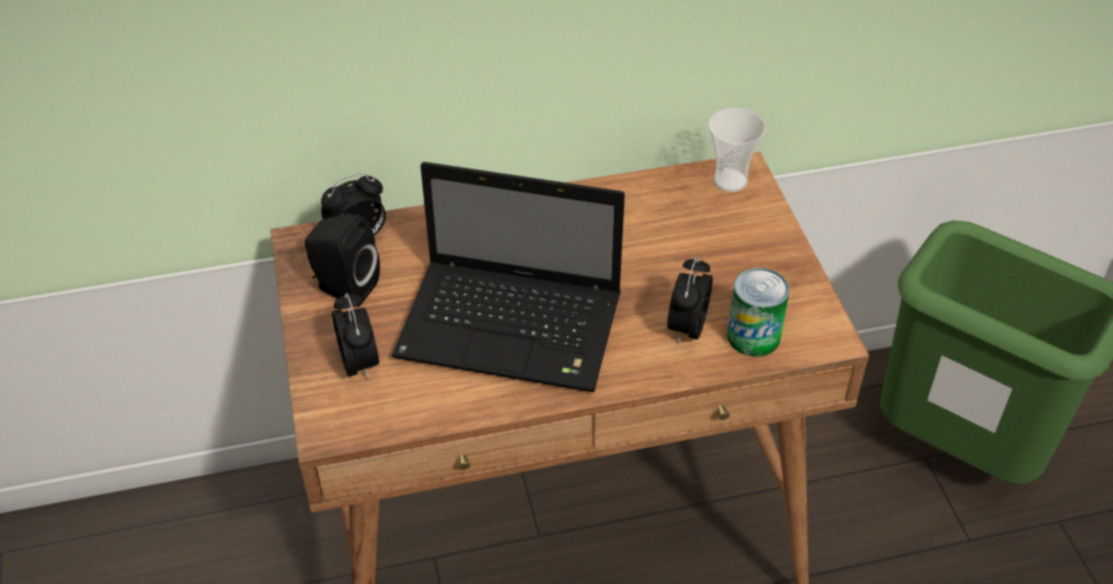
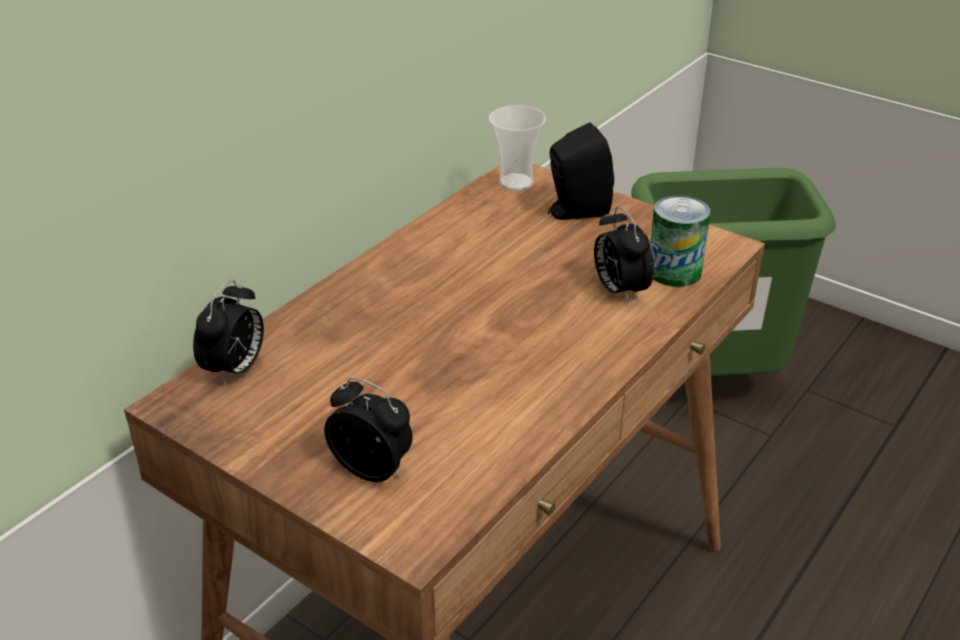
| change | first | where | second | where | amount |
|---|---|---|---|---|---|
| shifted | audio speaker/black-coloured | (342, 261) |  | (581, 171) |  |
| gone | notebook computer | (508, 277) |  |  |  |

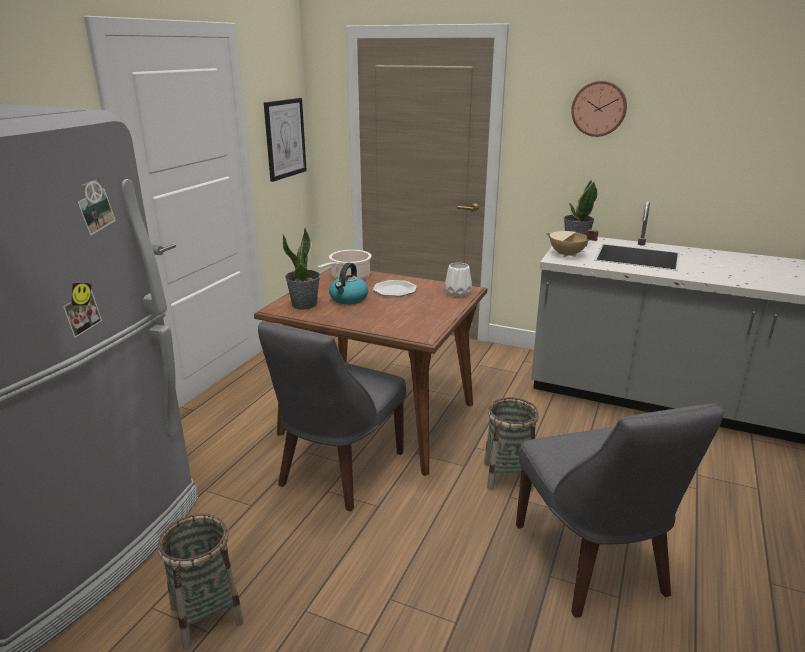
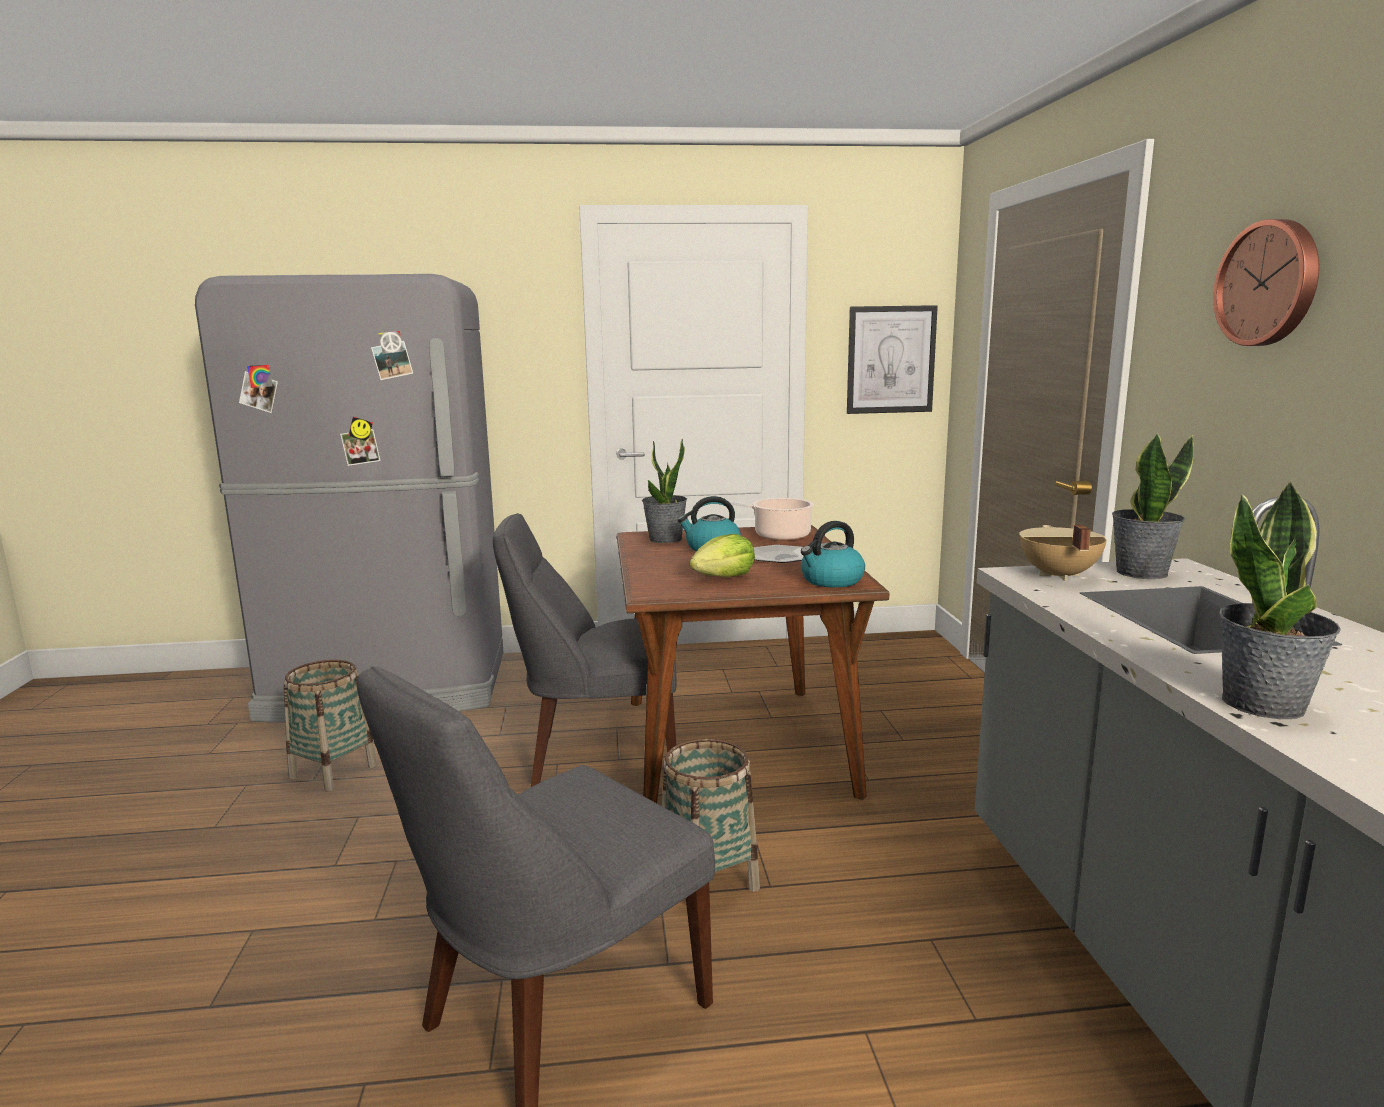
| change | first | where | second | where | amount |
|---|---|---|---|---|---|
| new |  |  | head of lettuce | (722, 555) |  |
| swapped | decorative vase/white-coloured | (458, 280) | kettle | (833, 554) |  |
| new |  |  | plant in a pot | (1280, 599) |  |

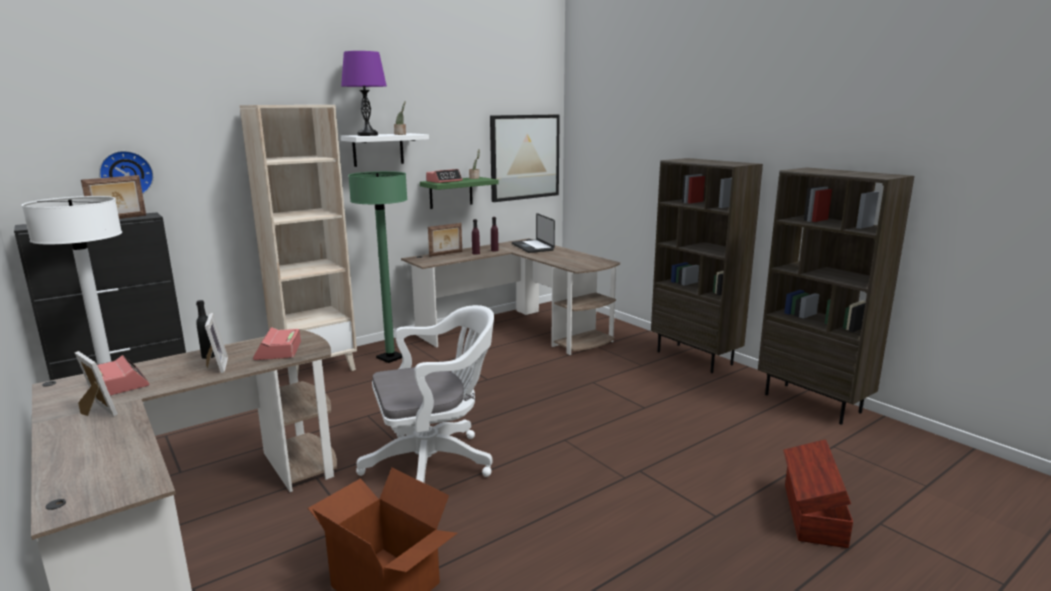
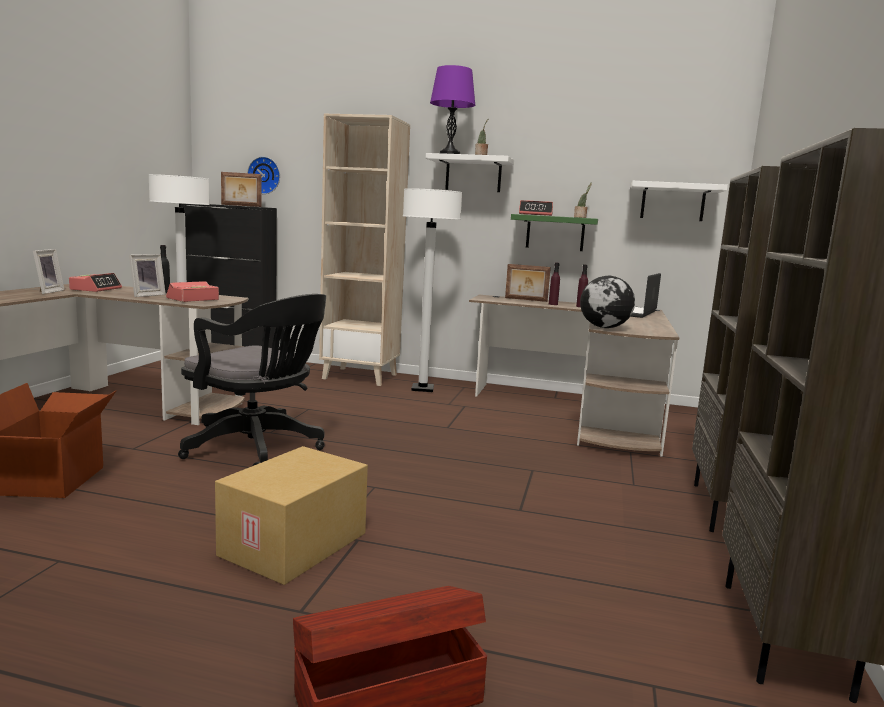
| change | first | where | second | where | amount |
|---|---|---|---|---|---|
| repainted | desk chair/white-coloured | (425, 394) | desk chair/black-coloured | (252, 380) |  |
| new |  |  | cardboard box | (291, 515) |  |
| repainted | standing lamp/green | (378, 267) | standing lamp/white-coloured | (432, 290) |  |
| new |  |  | desk globe | (607, 302) |  |
| swapped | picture | (525, 158) | bracket shelf/white-coloured | (679, 201) |  |

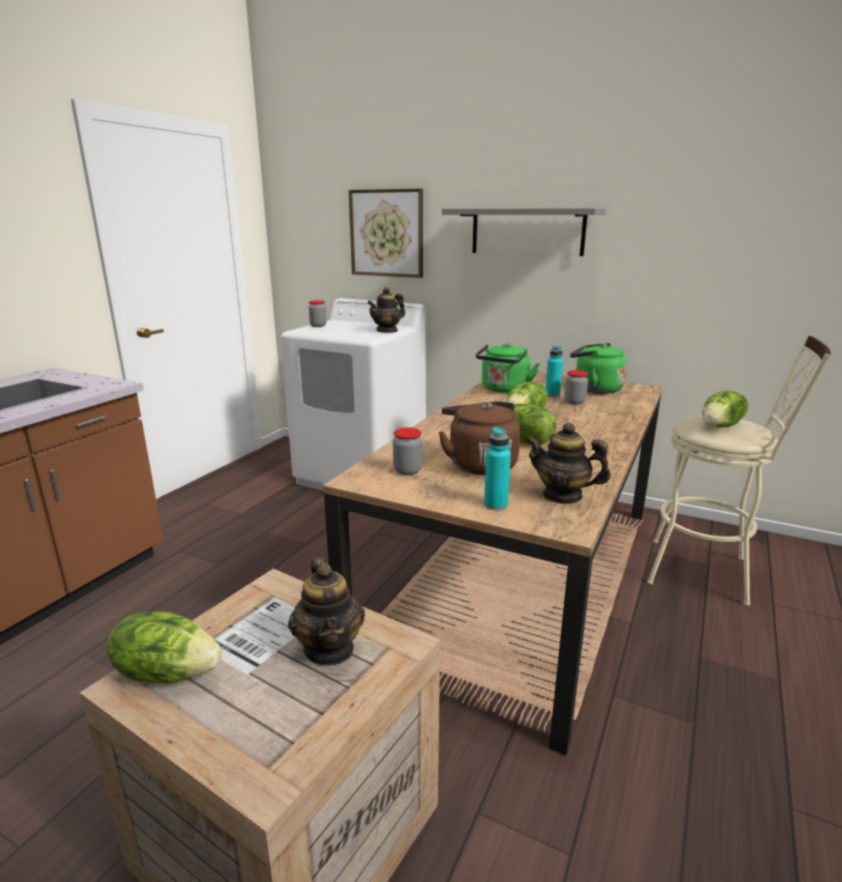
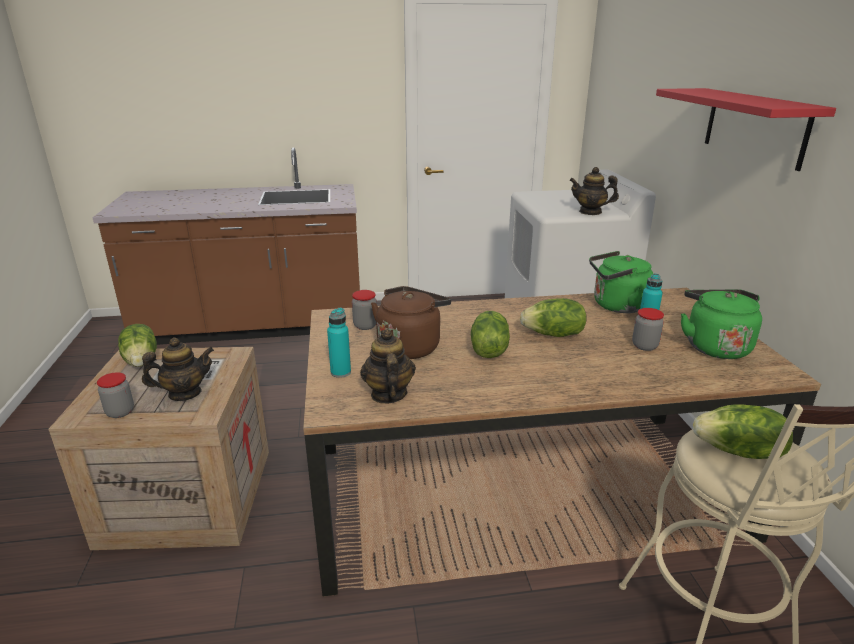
| change | first | where | second | where | amount |
|---|---|---|---|---|---|
| shifted | jar | (317, 313) |  | (115, 395) |  |
| rotated | tea pot | (326, 612) |  | (178, 369) | 150 degrees counterclockwise |
| repainted | bracket shelf/greyish | (523, 232) | bracket shelf/reddish | (746, 129) |  |
| gone | picture | (385, 233) |  |  |  |

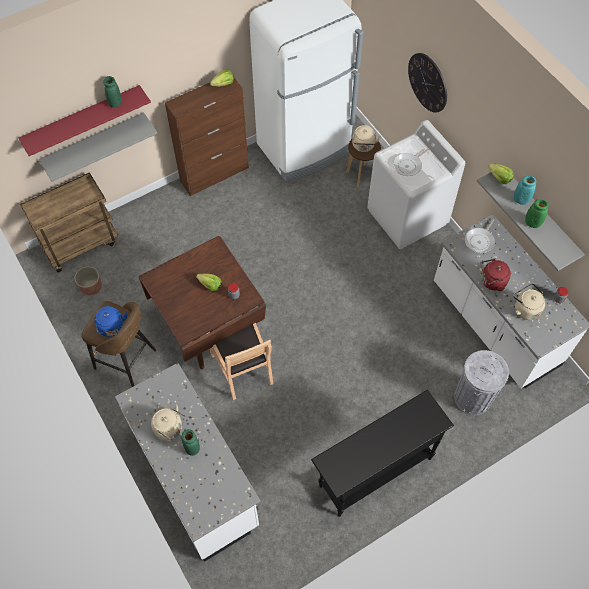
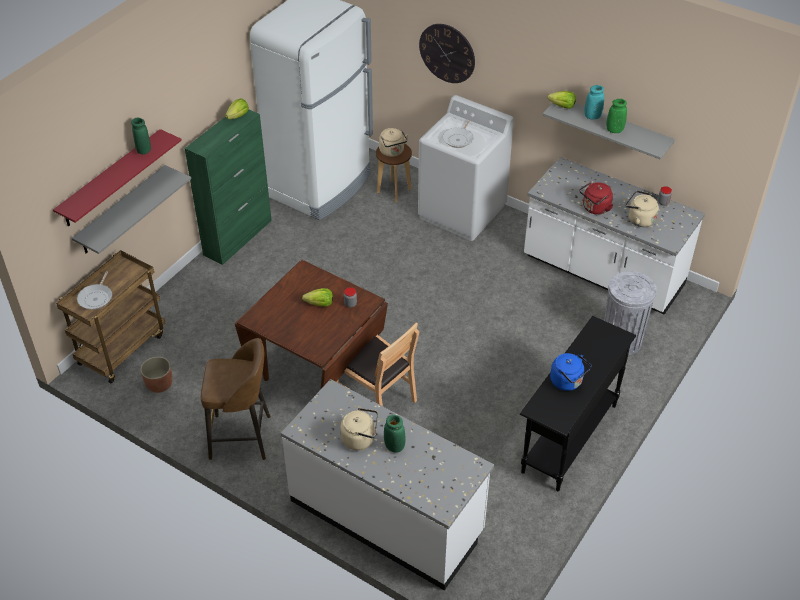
| change | first | where | second | where | amount |
|---|---|---|---|---|---|
| shifted | pan | (480, 235) |  | (94, 291) |  |
| repainted | cabinet/brown | (207, 136) | cabinet/green | (228, 187) |  |
| shifted | kettle/bluish | (110, 321) |  | (571, 372) |  |

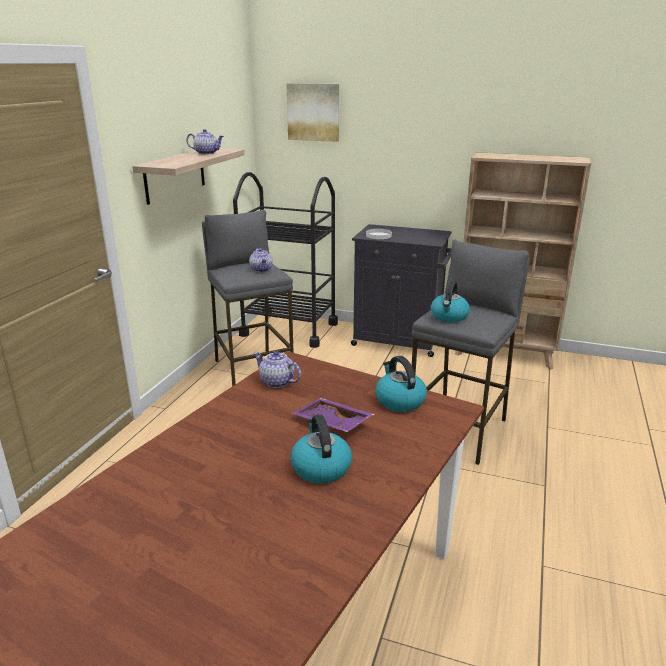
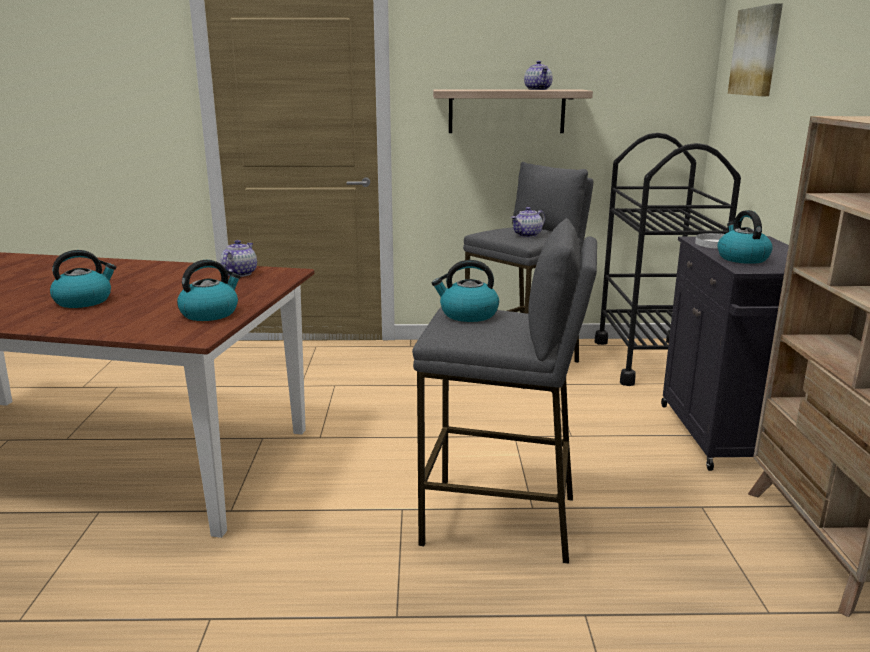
| change | first | where | second | where | amount |
|---|---|---|---|---|---|
| new |  |  | kettle | (745, 237) |  |
| gone | tray/purple | (333, 415) |  |  |  |

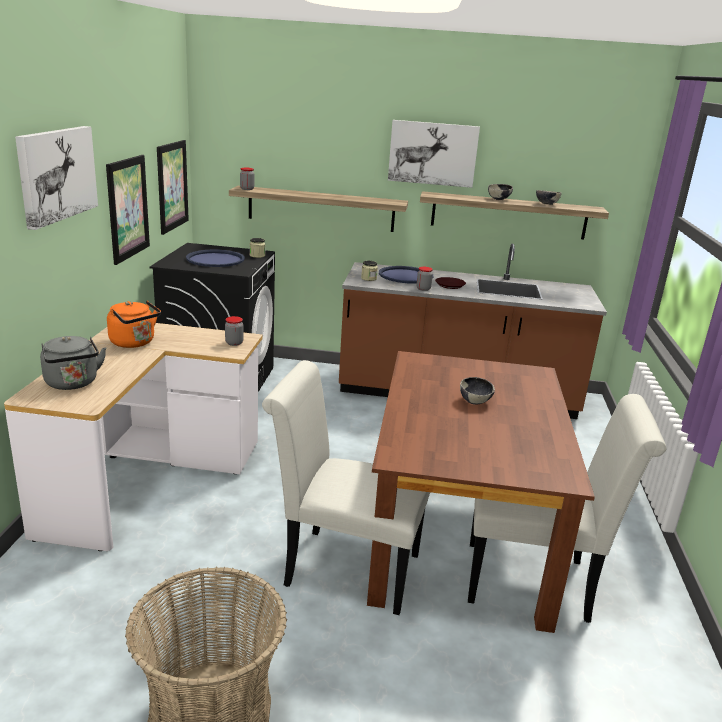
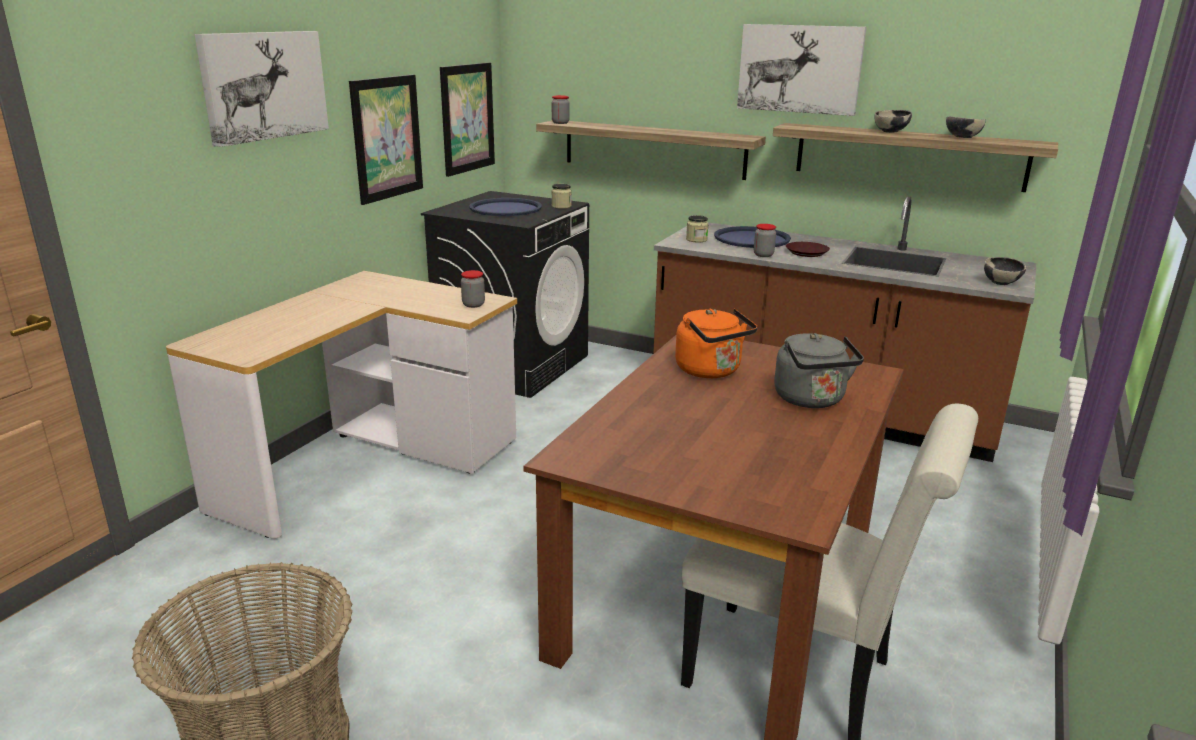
| change | first | where | second | where | amount |
|---|---|---|---|---|---|
| shifted | kettle/orangey | (134, 324) |  | (716, 343) |  |
| shifted | kettle/greyish | (73, 363) |  | (819, 370) |  |
| shifted | bowl | (477, 391) |  | (1005, 271) |  |
| gone | chair/white-coloured | (346, 487) |  |  |  |

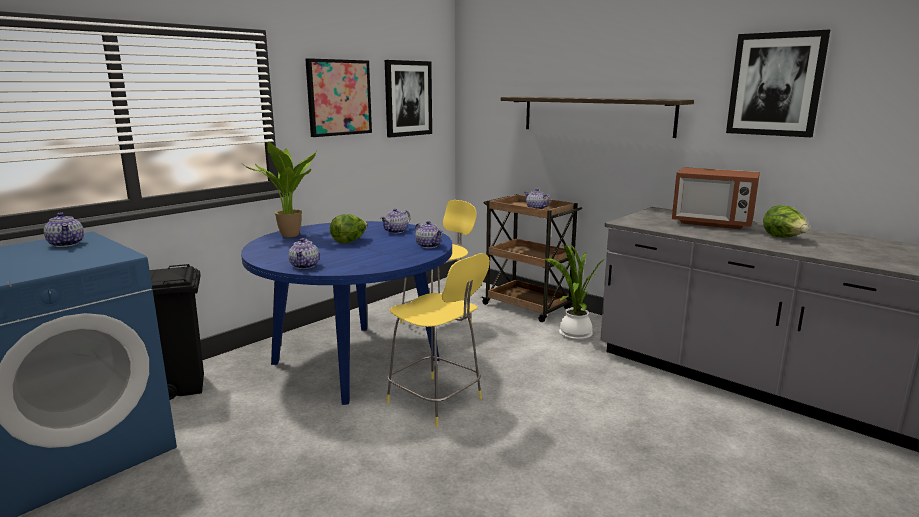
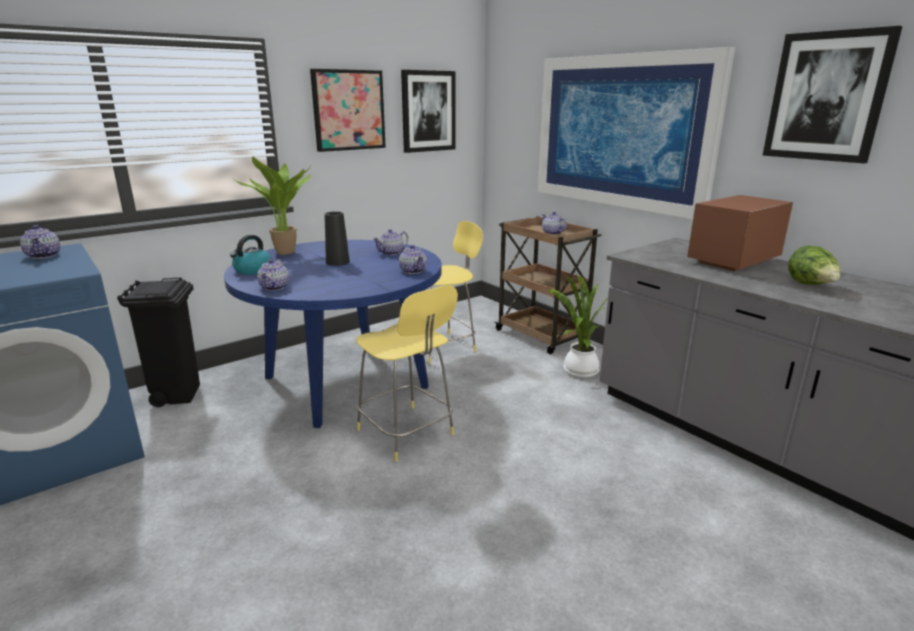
| change | first | where | second | where | amount |
|---|---|---|---|---|---|
| new |  |  | kettle | (251, 255) |  |
| swapped | head of lettuce | (348, 228) | decorative vase/black-coloured | (337, 238) |  |
| swapped | bracket shelf | (597, 117) | picture | (636, 133) |  |
| rotated | microwave | (716, 198) |  | (740, 233) | 105 degrees clockwise |

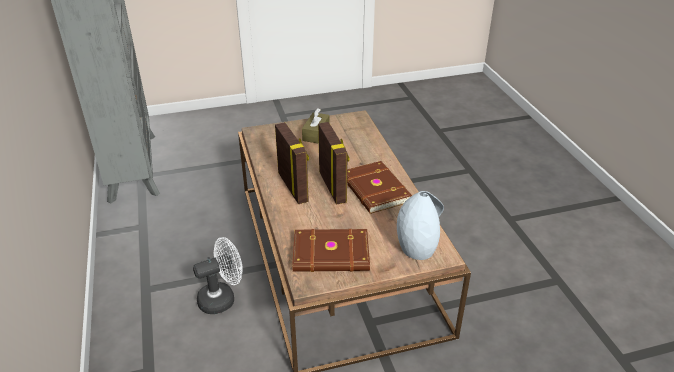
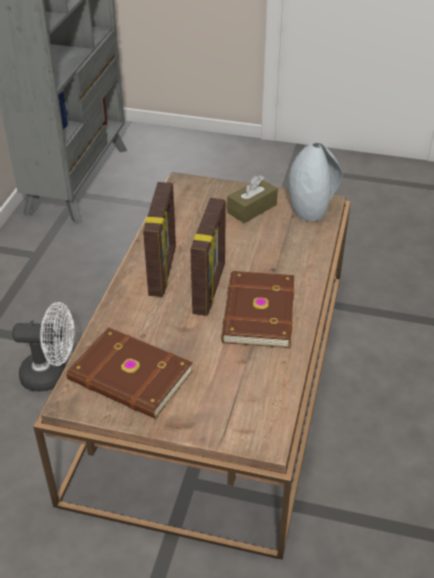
| change | first | where | second | where | amount |
|---|---|---|---|---|---|
| shifted | decorative vase/greyish | (420, 225) |  | (316, 181) |  |

